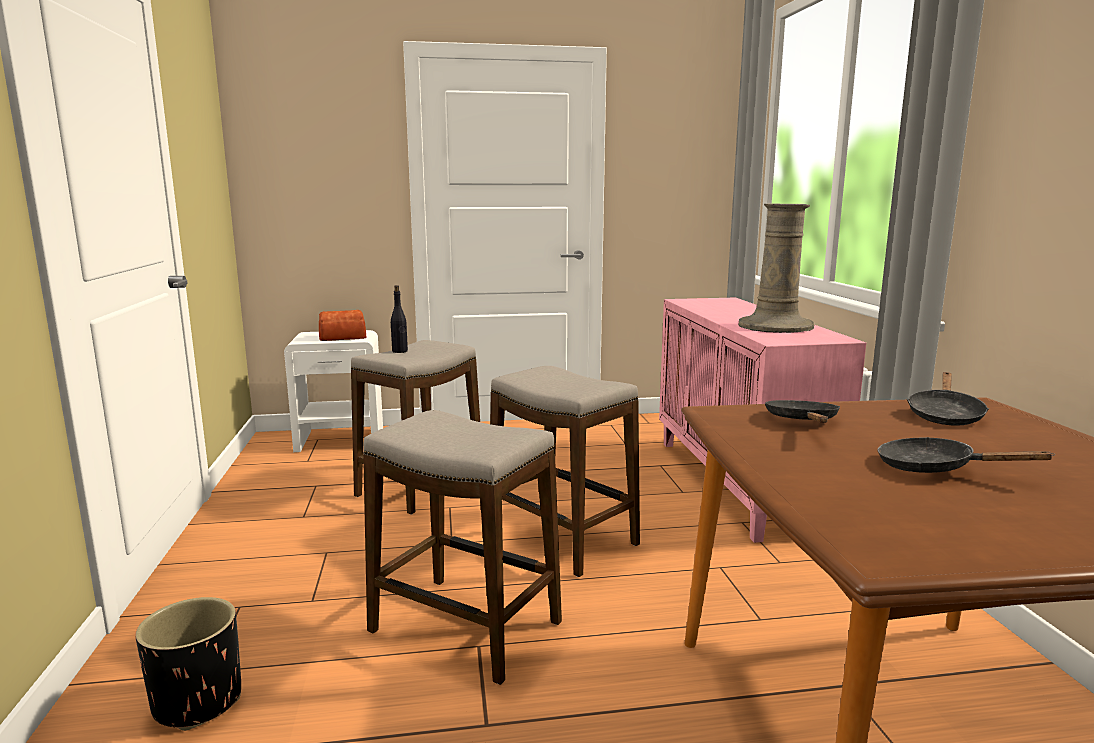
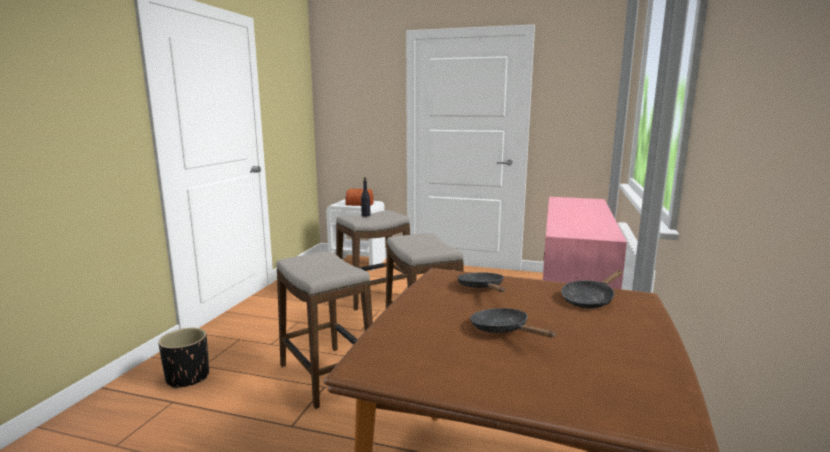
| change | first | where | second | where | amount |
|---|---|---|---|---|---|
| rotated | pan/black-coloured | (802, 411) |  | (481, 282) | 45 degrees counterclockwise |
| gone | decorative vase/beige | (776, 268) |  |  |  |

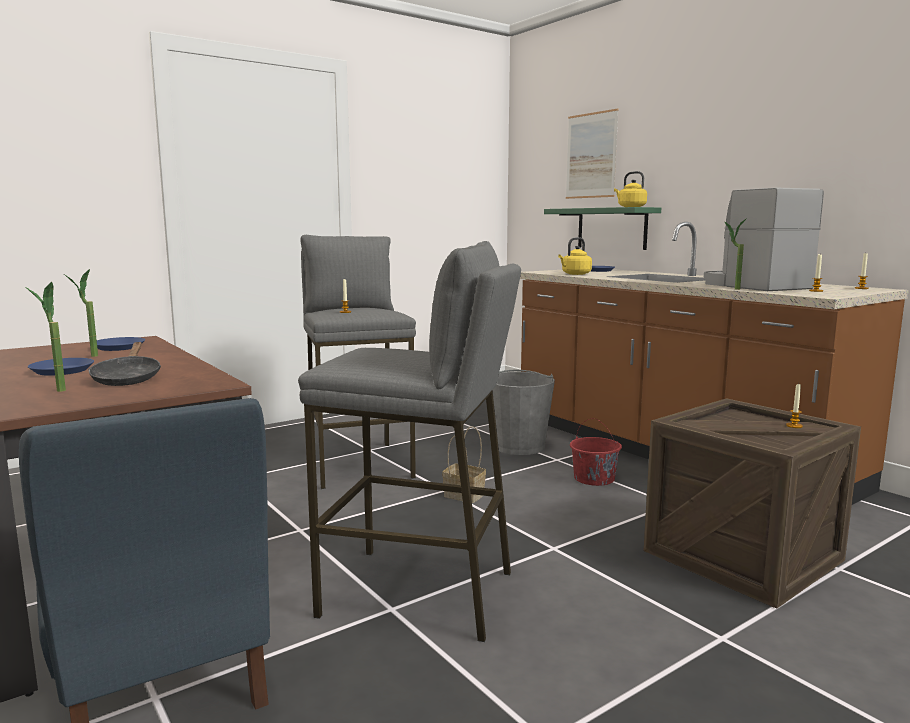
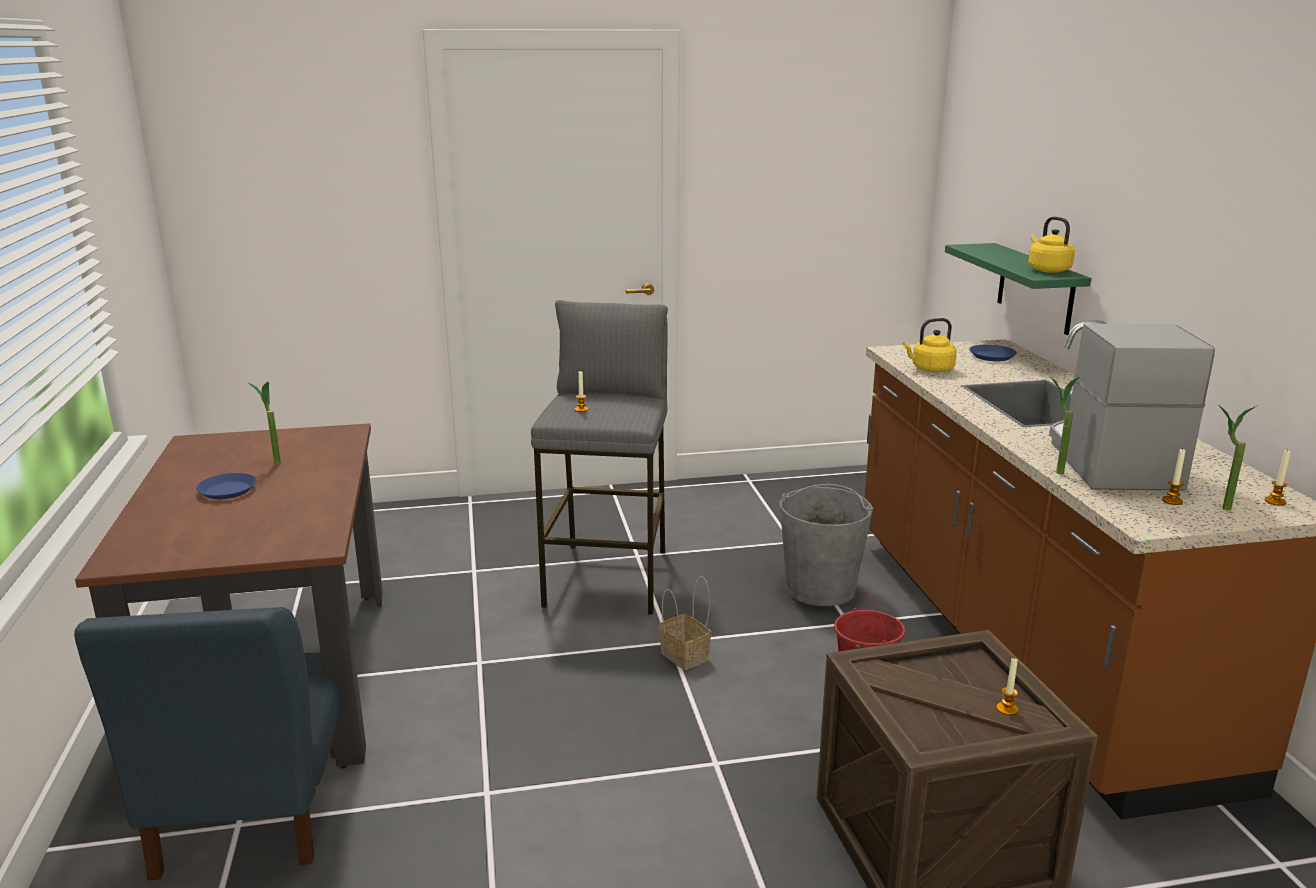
| change | first | where | second | where | amount |
|---|---|---|---|---|---|
| shifted | plant in a pot | (46, 337) |  | (1237, 457) |  |
| gone | pan/black-coloured | (124, 364) |  |  |  |
| gone | plate/bluish | (121, 344) |  |  |  |
| gone | stool seat/greyish | (409, 441) |  |  |  |
| gone | picture | (592, 153) |  |  |  |

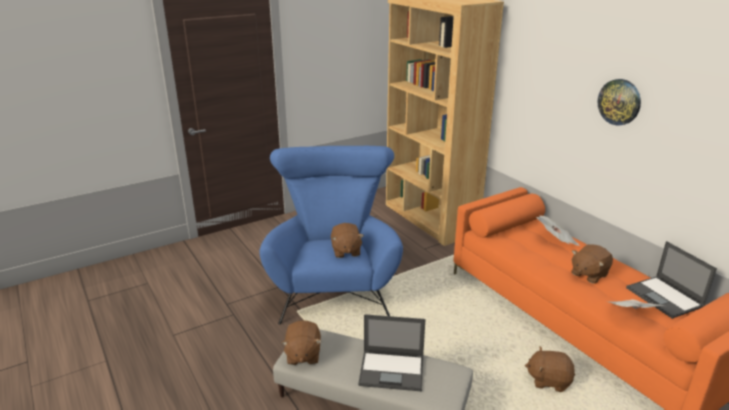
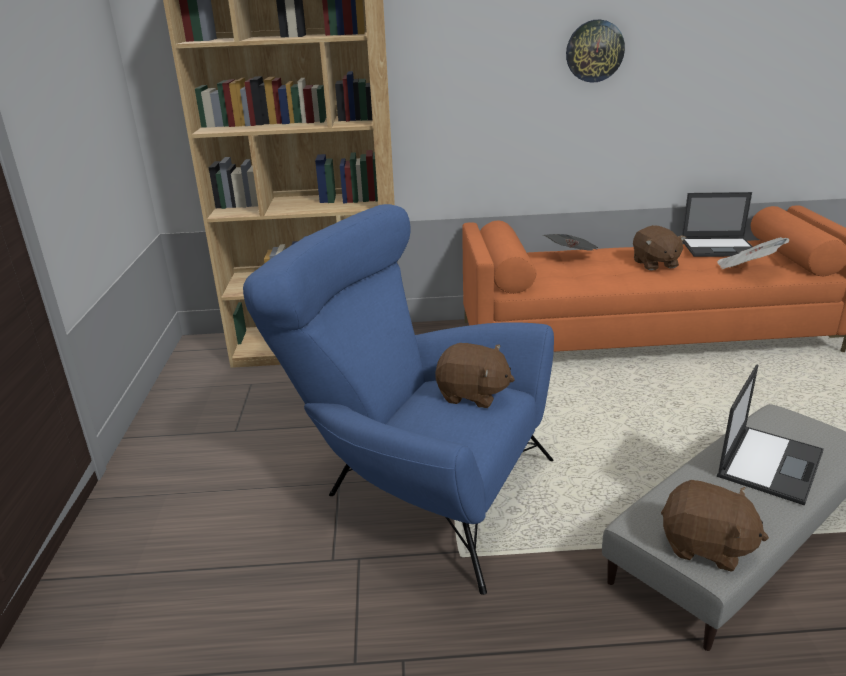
| change | first | where | second | where | amount |
|---|---|---|---|---|---|
| gone | plush toy/brown | (550, 369) |  |  |  |

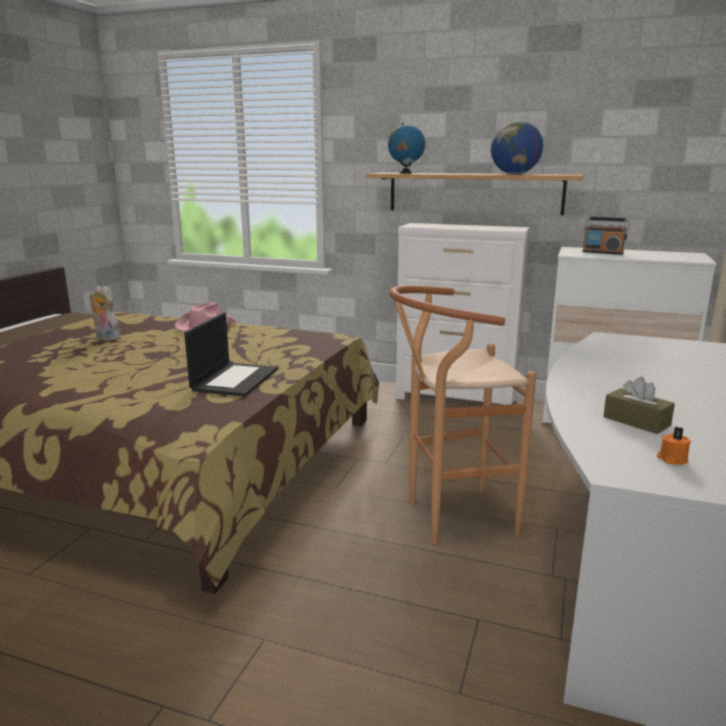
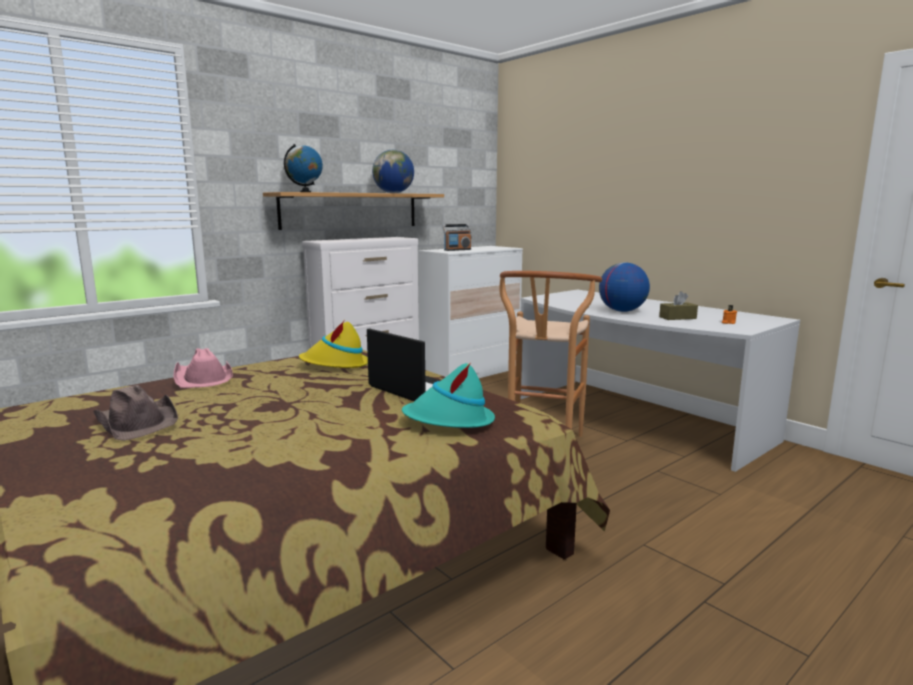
| change | first | where | second | where | amount |
|---|---|---|---|---|---|
| swapped | plush toy | (105, 313) | hat/brown | (135, 413) |  |
| new |  |  | hat/yellow | (333, 344) |  |
| new |  |  | hat/blue-green | (448, 395) |  |
| new |  |  | desk globe | (624, 287) |  |

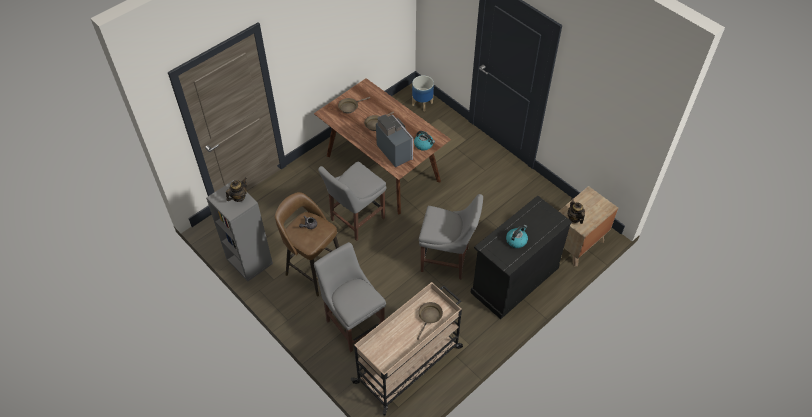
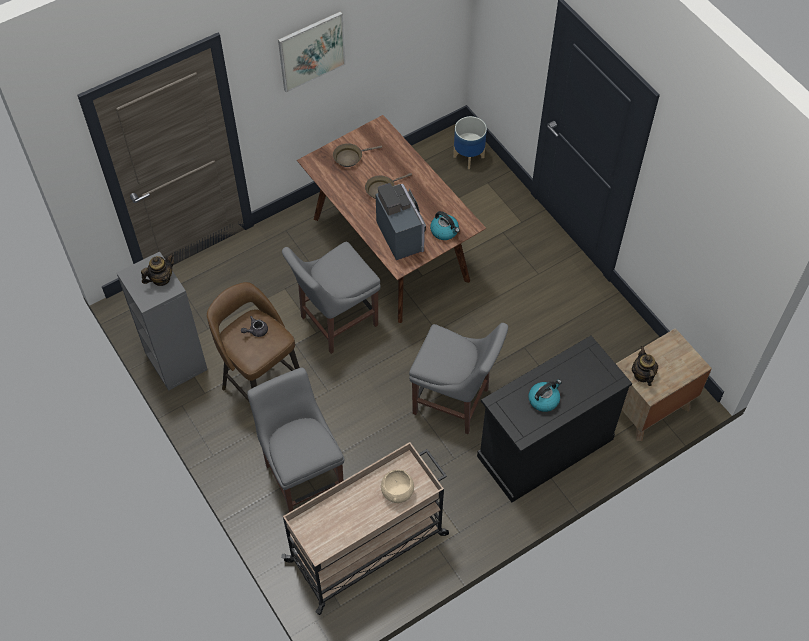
| change | first | where | second | where | amount |
|---|---|---|---|---|---|
| new |  |  | picture | (312, 51) |  |
| swapped | pan/brown | (430, 321) | bowl/beige | (397, 486) |  |

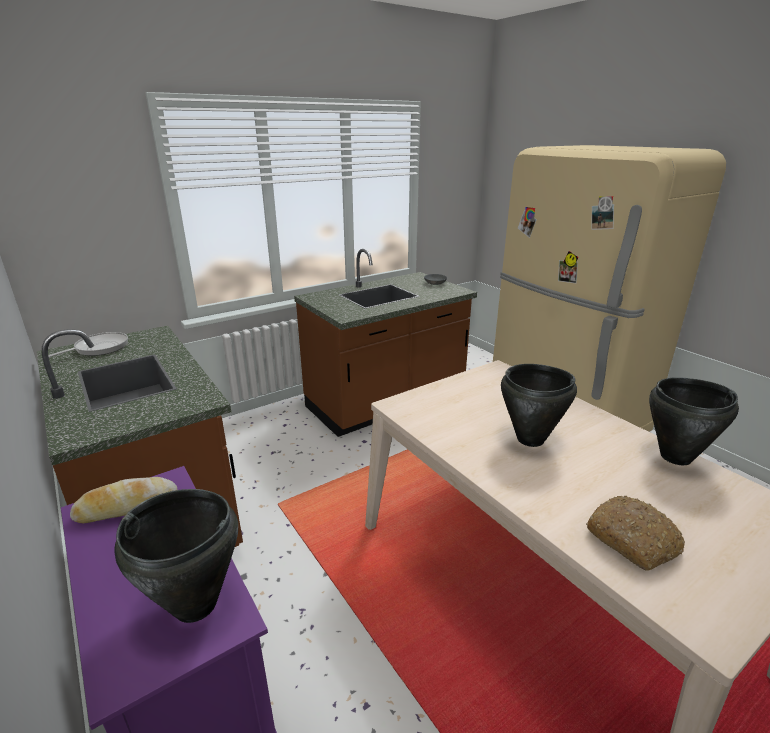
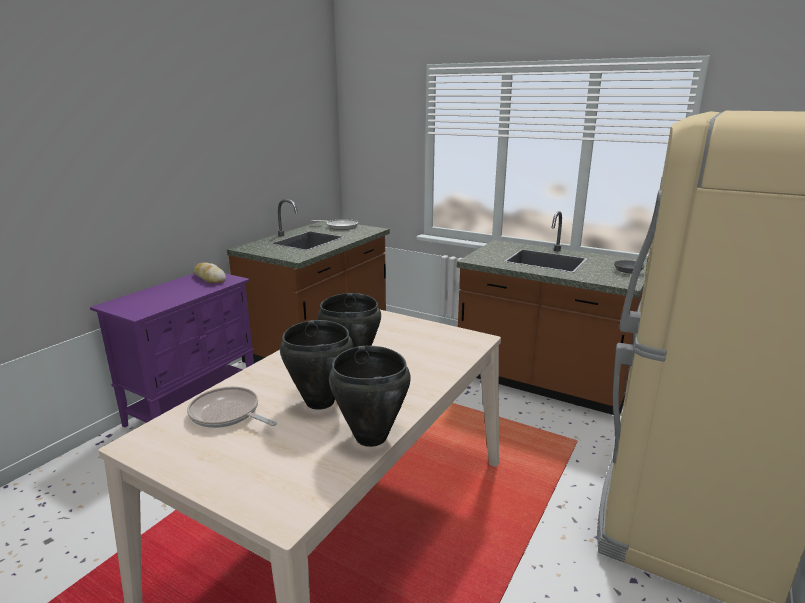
| change | first | where | second | where | amount |
|---|---|---|---|---|---|
| swapped | bakery bread | (635, 533) | pan | (232, 407) |  |
| shifted | saucepot/black-coloured | (176, 556) |  | (316, 365) |  |

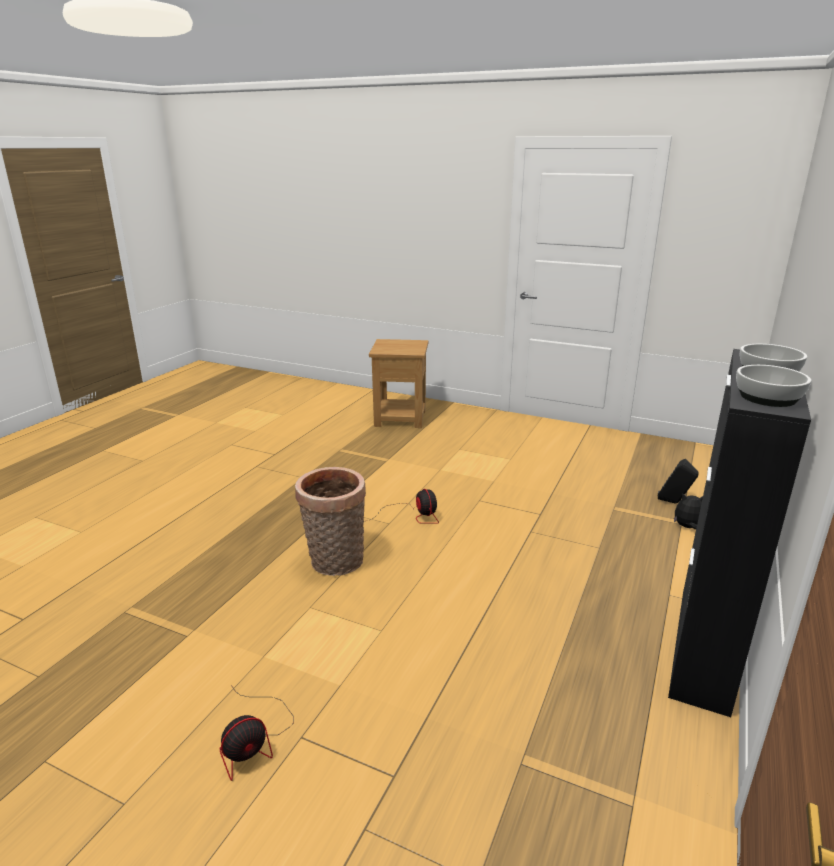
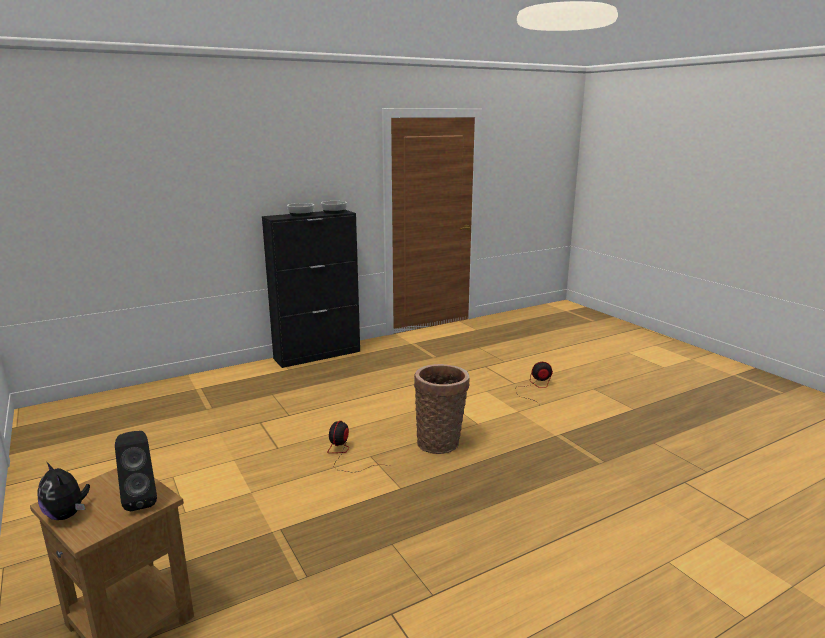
| change | first | where | second | where | amount |
|---|---|---|---|---|---|
| shifted | plush toy | (688, 511) |  | (63, 491) |  |
| shifted | audio speaker/black-coloured | (678, 481) |  | (136, 471) |  |

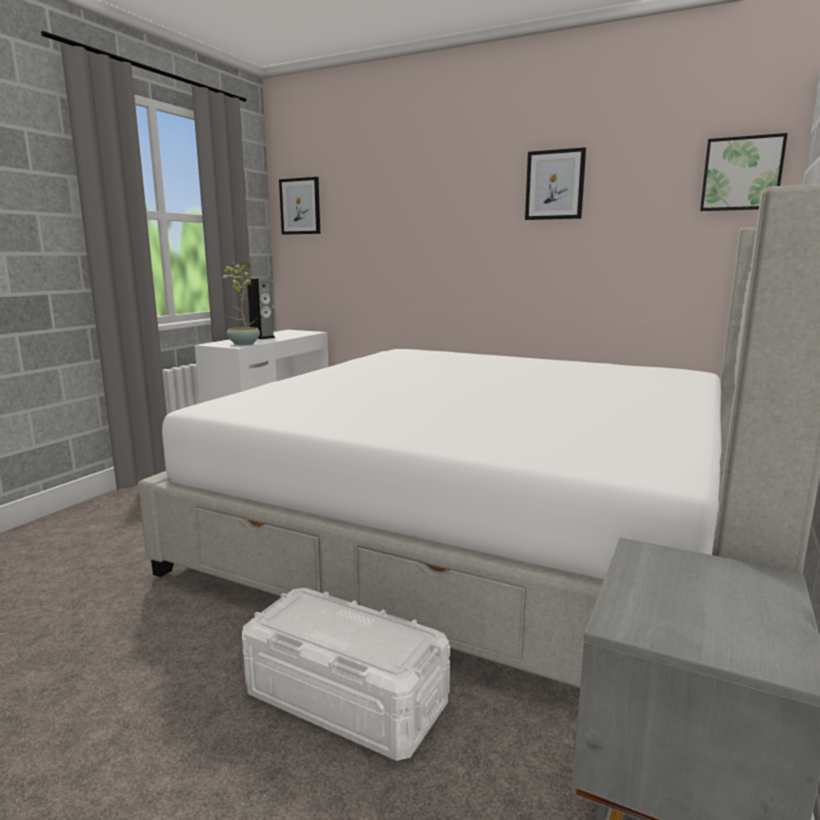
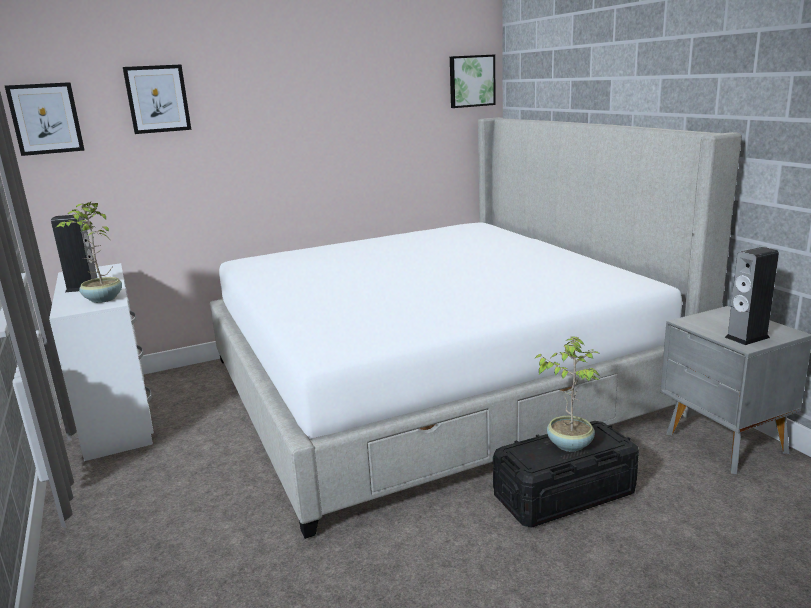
| change | first | where | second | where | amount |
|---|---|---|---|---|---|
| shifted | picture | (555, 183) |  | (157, 99) |  |
| repainted | storage box/white-coloured | (346, 674) | storage box/black-coloured | (566, 474) |  |
| new |  |  | plant in a pot | (567, 394) |  |
| new |  |  | audio speaker | (752, 296) |  |

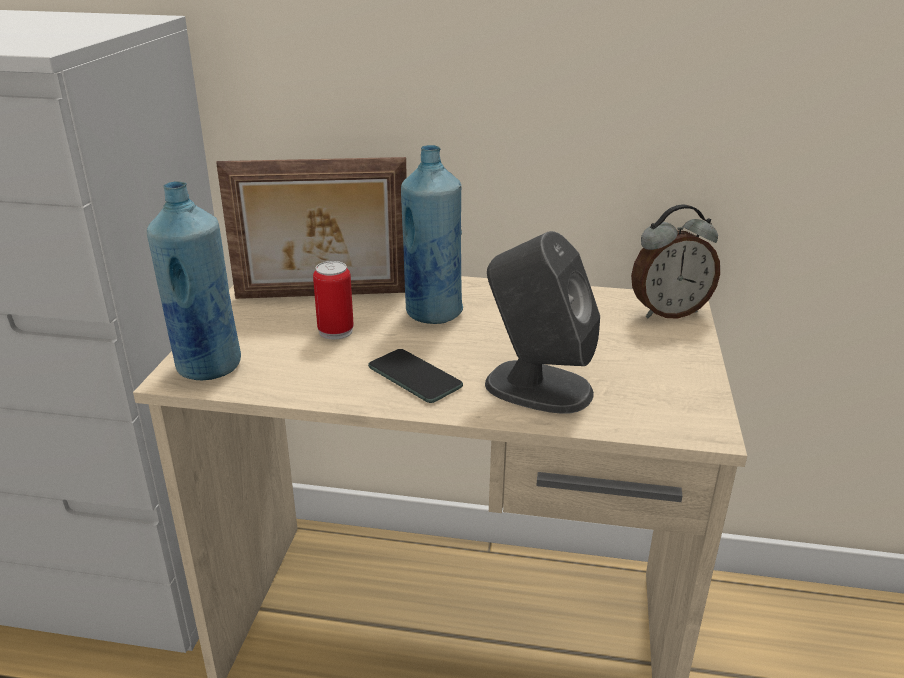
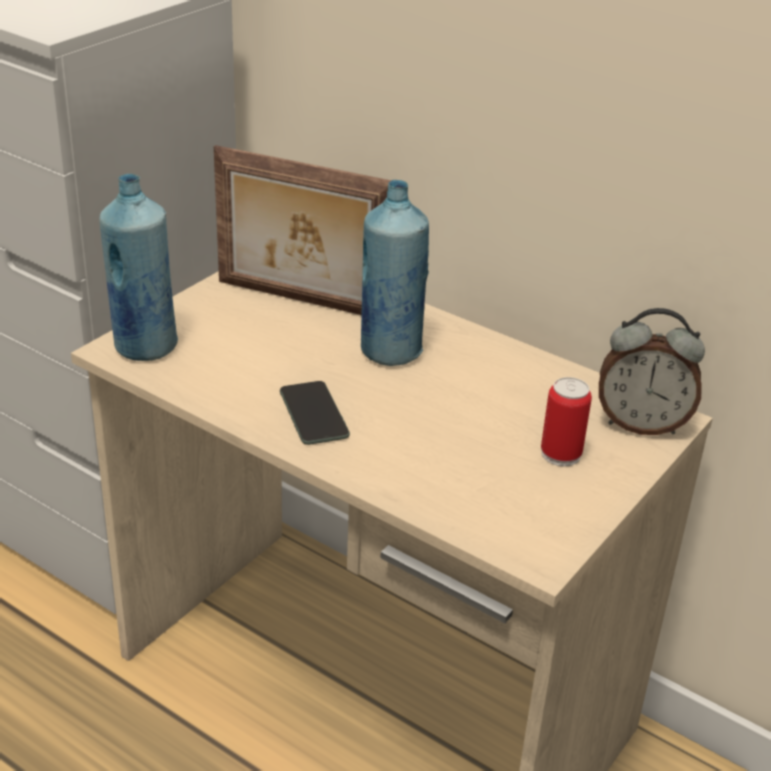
| change | first | where | second | where | amount |
|---|---|---|---|---|---|
| shifted | sealed can | (333, 300) |  | (566, 421) |  |
| gone | audio speaker/greyish | (542, 322) |  |  |  |

